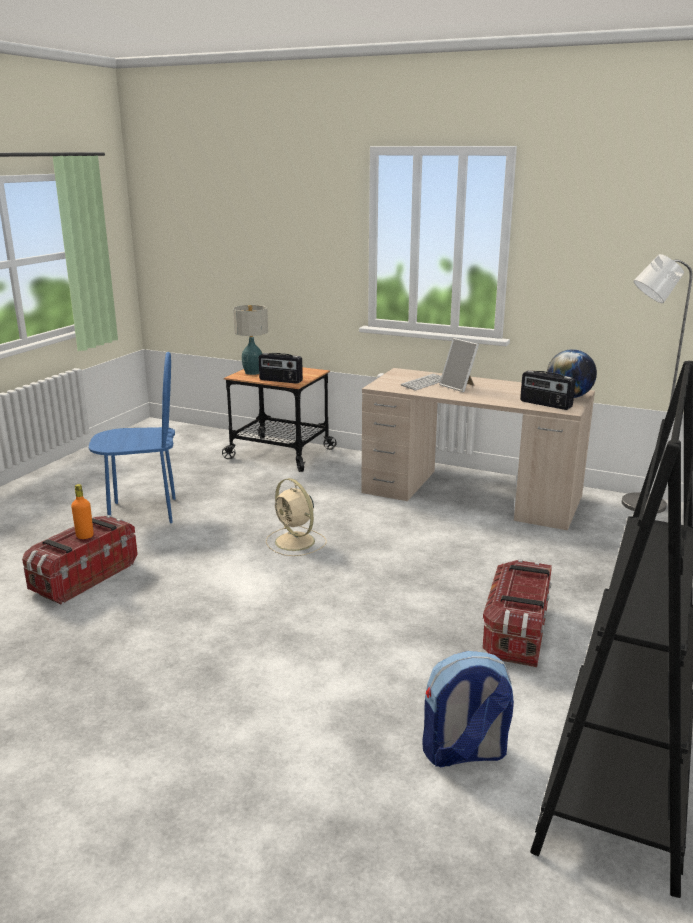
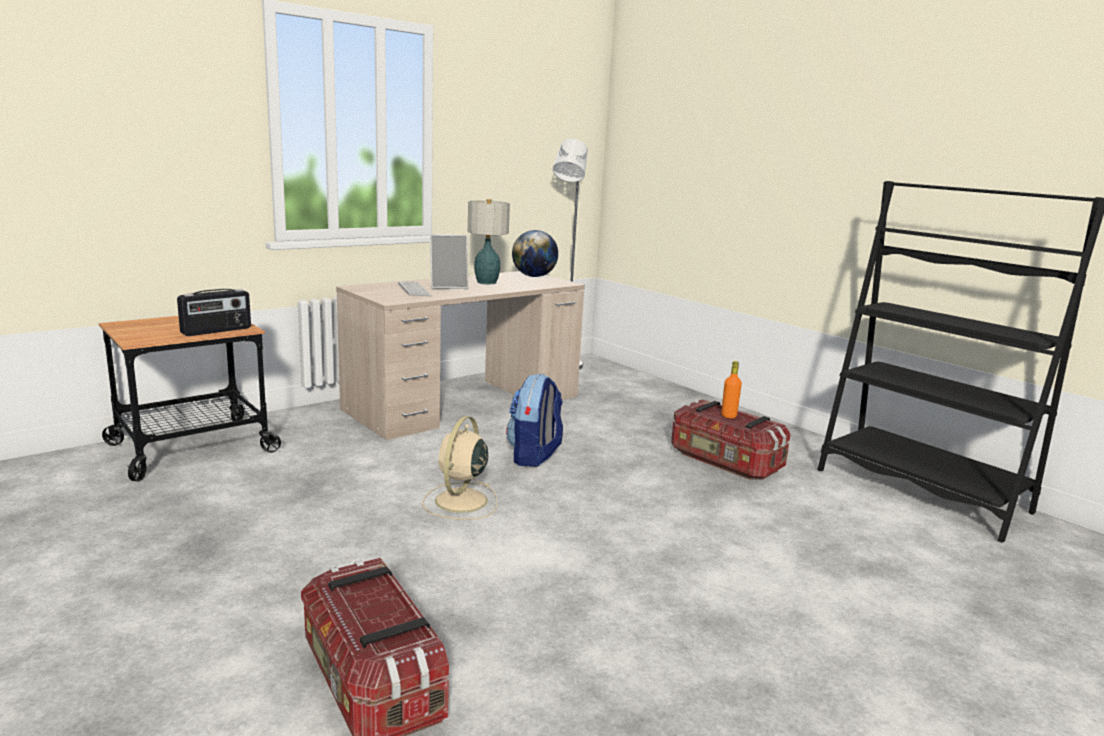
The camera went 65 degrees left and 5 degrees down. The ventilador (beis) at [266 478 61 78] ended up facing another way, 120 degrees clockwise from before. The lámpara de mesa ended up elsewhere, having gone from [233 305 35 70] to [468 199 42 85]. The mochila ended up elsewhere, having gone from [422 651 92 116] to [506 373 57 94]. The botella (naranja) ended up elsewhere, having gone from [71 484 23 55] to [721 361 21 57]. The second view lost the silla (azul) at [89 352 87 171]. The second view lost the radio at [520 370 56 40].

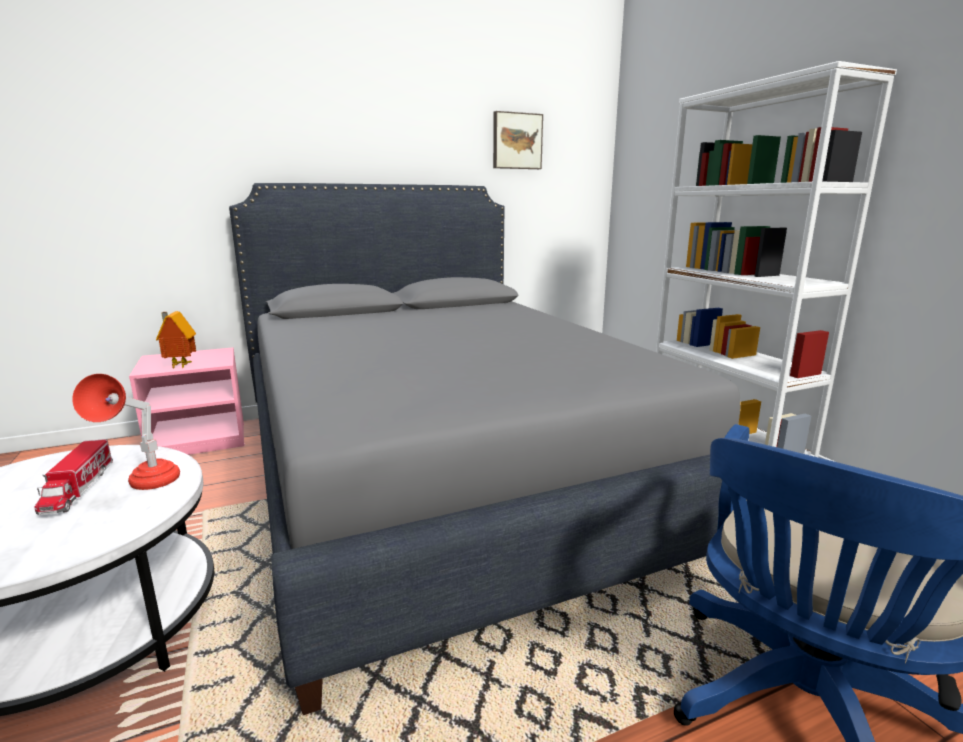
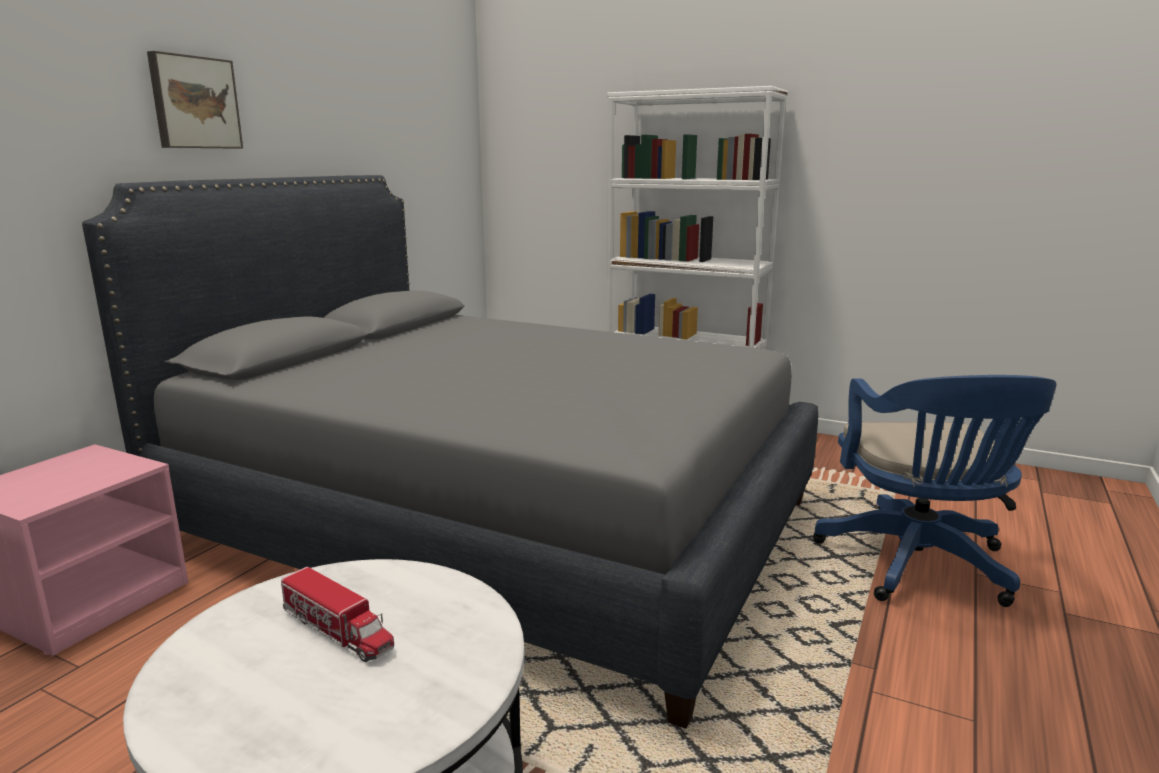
The camera went 40 degrees left and 0 degrees up. The cuadro ended up elsewhere, having gone from [493 111 50 58] to [147 51 96 98]. The second view lost the lámpara de mesa (rojo) at [72 374 108 116]. The second view lost the casita at [156 311 40 57].

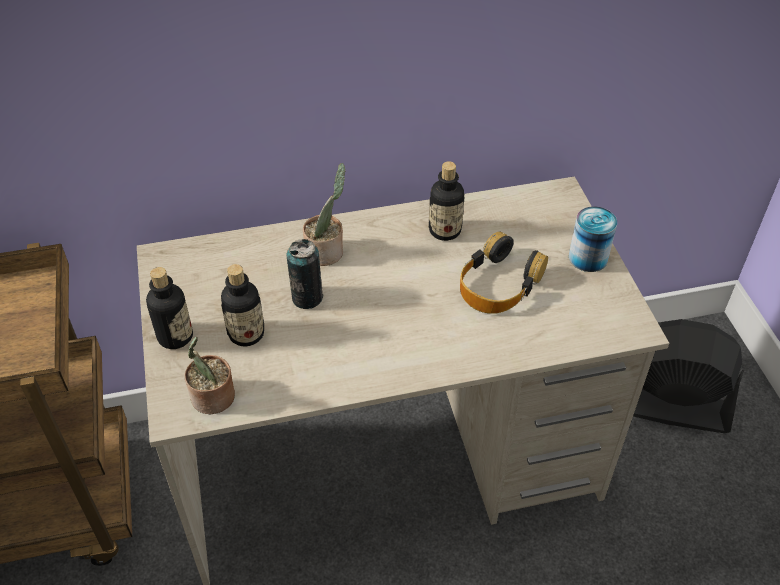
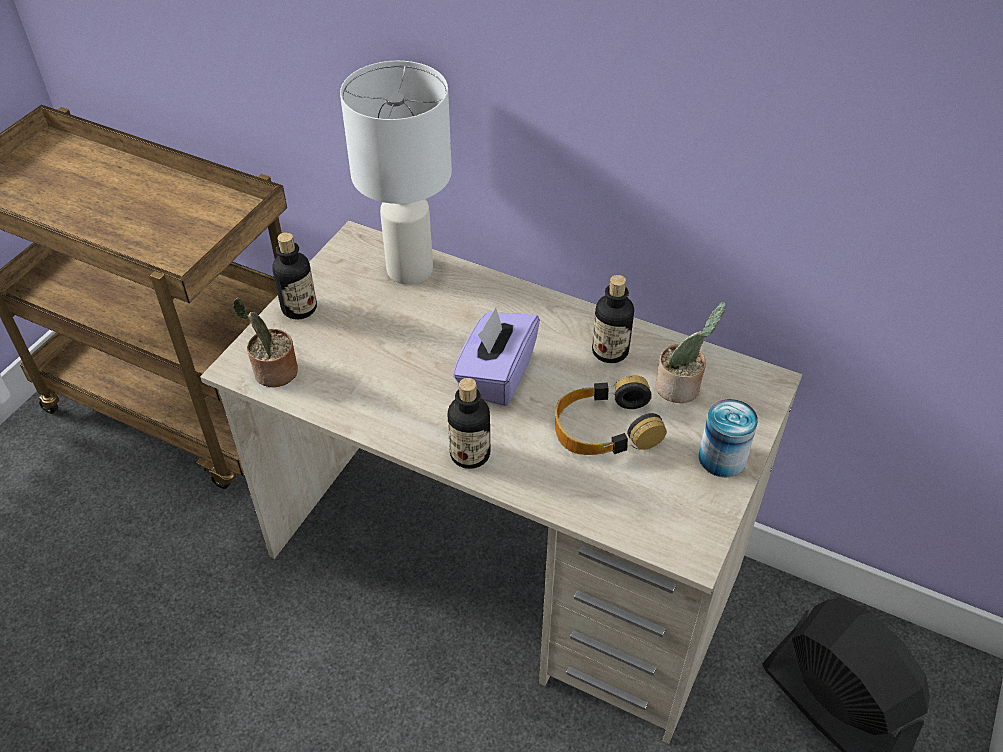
The camera went 40 degrees right and 0 degrees up. The second view gained the lámpara de mesa (blanco) at [340 61 112 224]. The botella ended up elsewhere, having gone from [221 264 43 82] to [447 378 43 91]. The second view gained the caja de pañuelos (morado) at [453 307 87 99]. The planta en maceta ended up elsewhere, having gone from [303 163 42 103] to [656 302 70 101]. The second view lost the lata at [286 239 37 70].

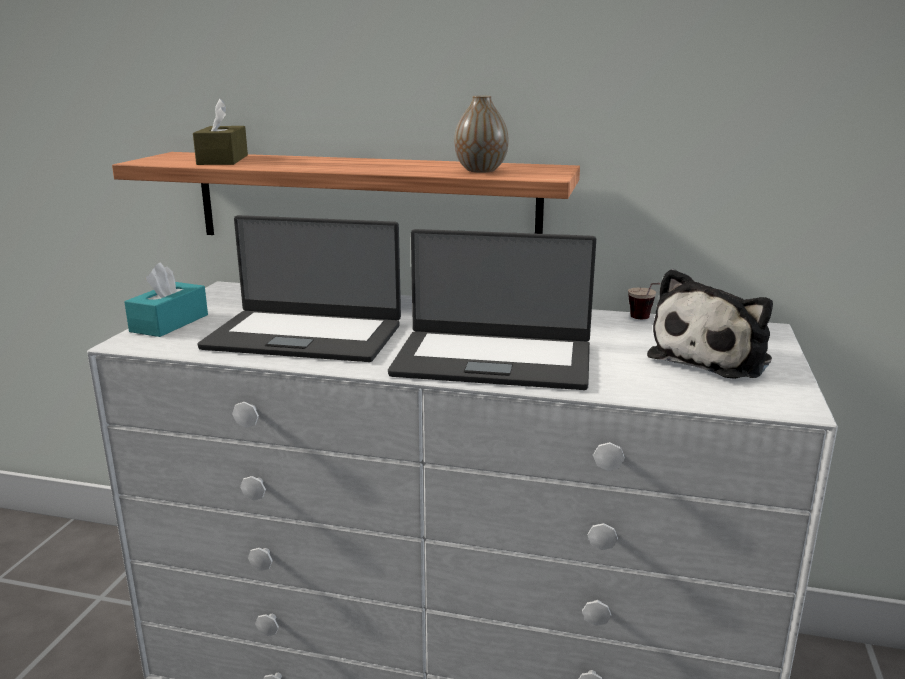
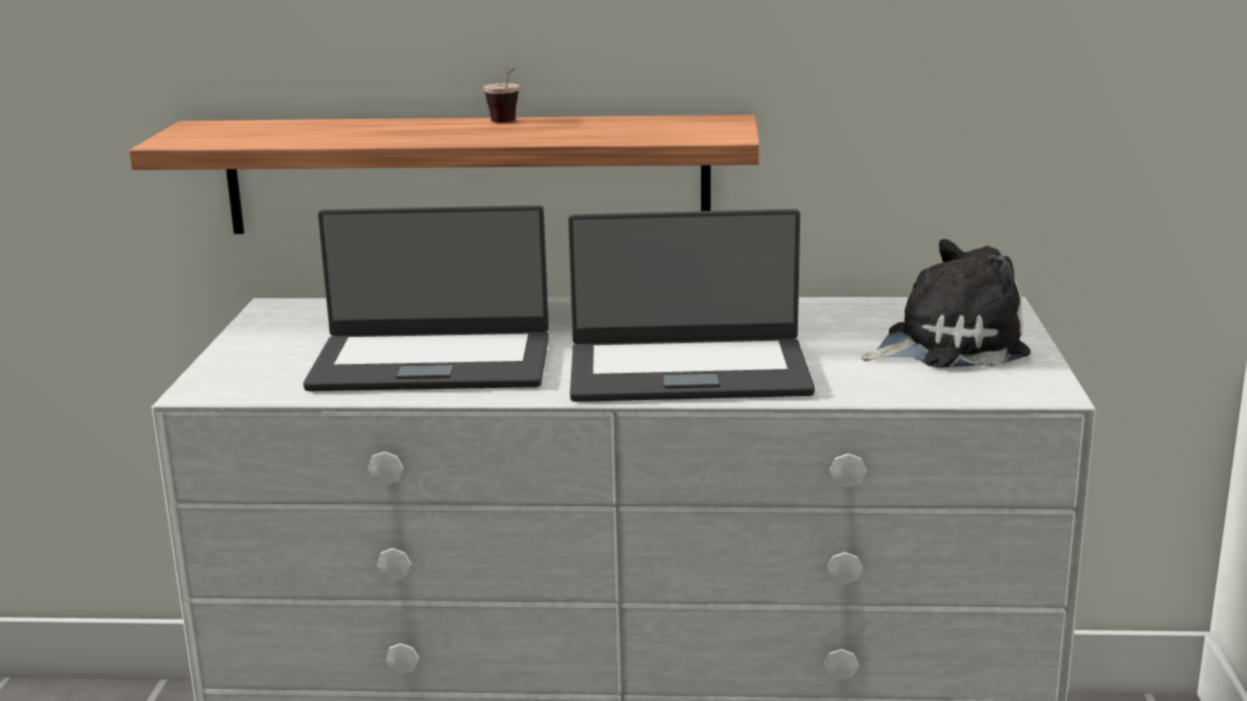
The camera went 10 degrees left and 0 degrees up. The taza ended up elsewhere, having gone from [628 283 32 36] to [483 68 36 55]. The peluche at [647 269 126 110] ended up facing another way, 135 degrees counterclockwise from before. The second view lost the caja de pañuelos (turquesa) at [125 263 83 74]. The second view lost the caja de pañuelos (marrón) at [193 99 55 66]. The second view lost the florero at [454 96 55 77].

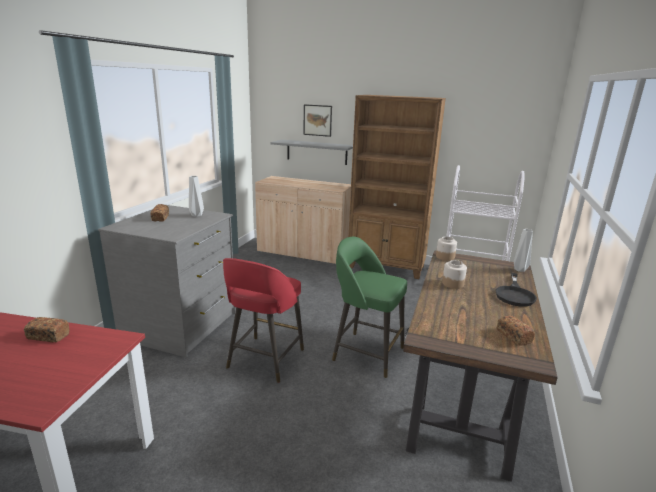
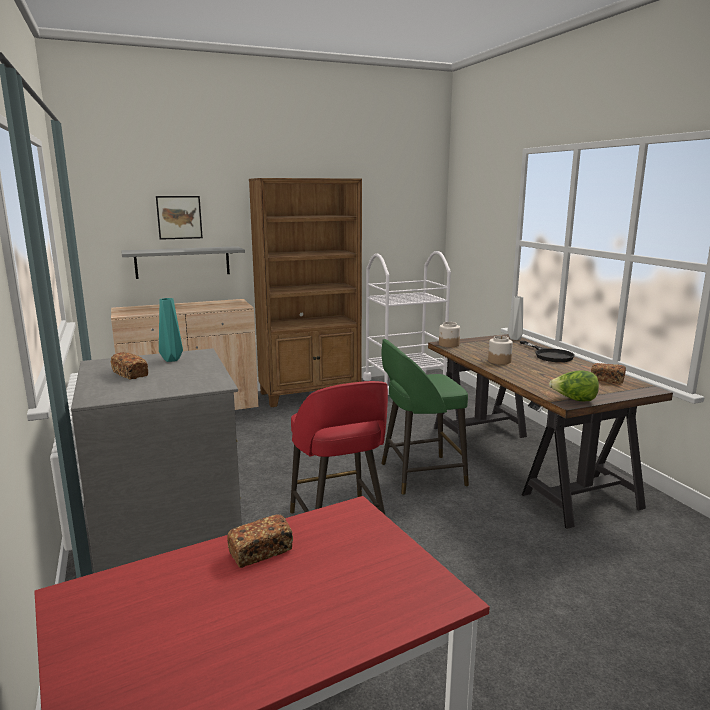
The camera went 40 degrees left and 5 degrees down. What was the florero (gris) at [189 176 15 41] turned into the florero (turquesa) at [159 298 24 64]. The second view gained the lechuga at [549 370 50 31].

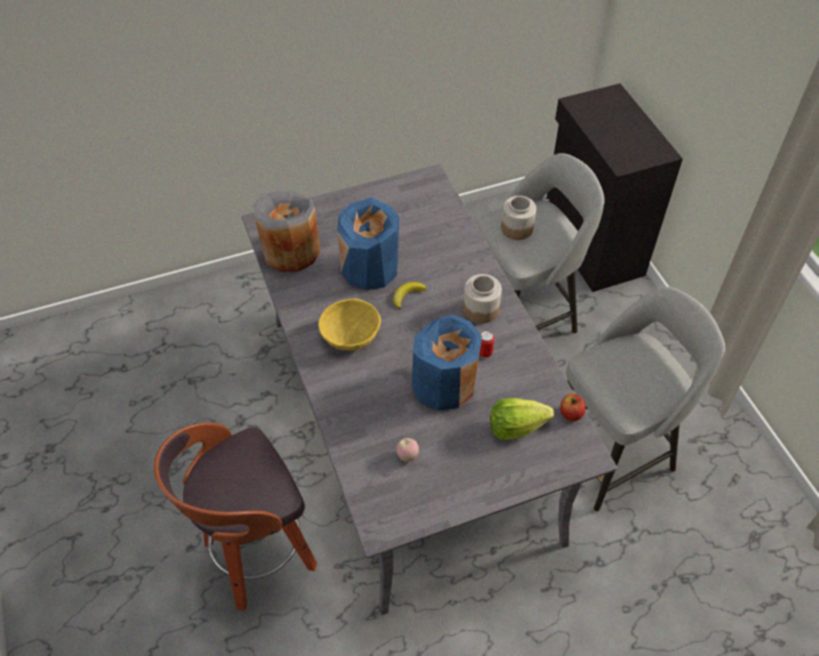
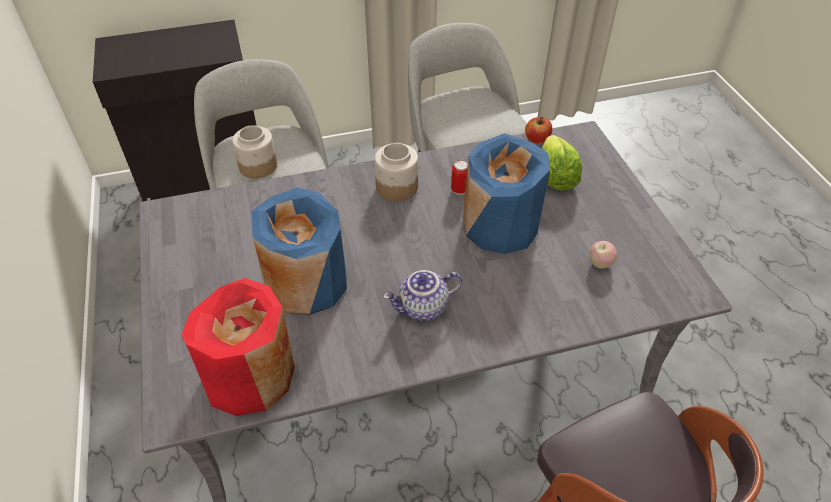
The camera went 85 degrees left and 5 degrees down. What was the florero (gris) at [253 191 68 81] turned into the florero (rojo) at [182 278 113 138]. Where the cuenco (amarillo) stood at [318 299 63 52], the tetera came to stand at [383 270 79 51]. The second view lost the plátano at [393 282 33 27].

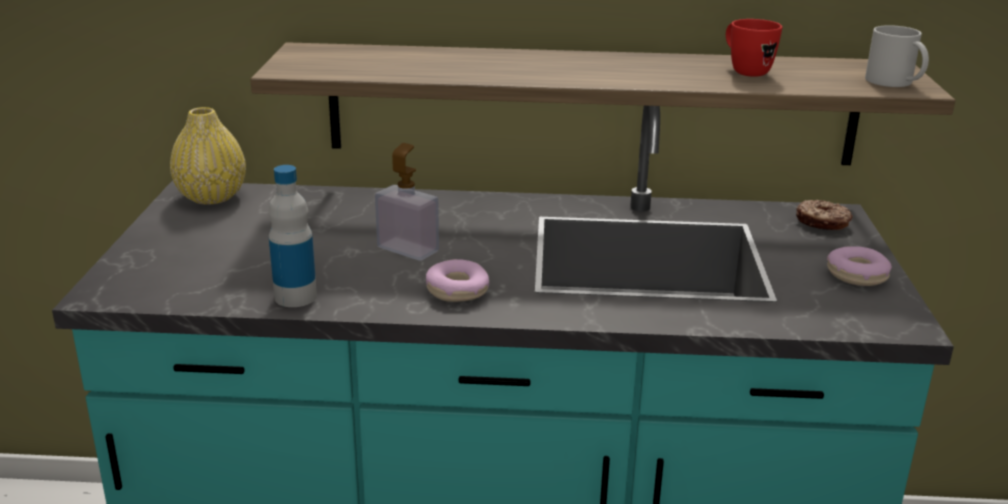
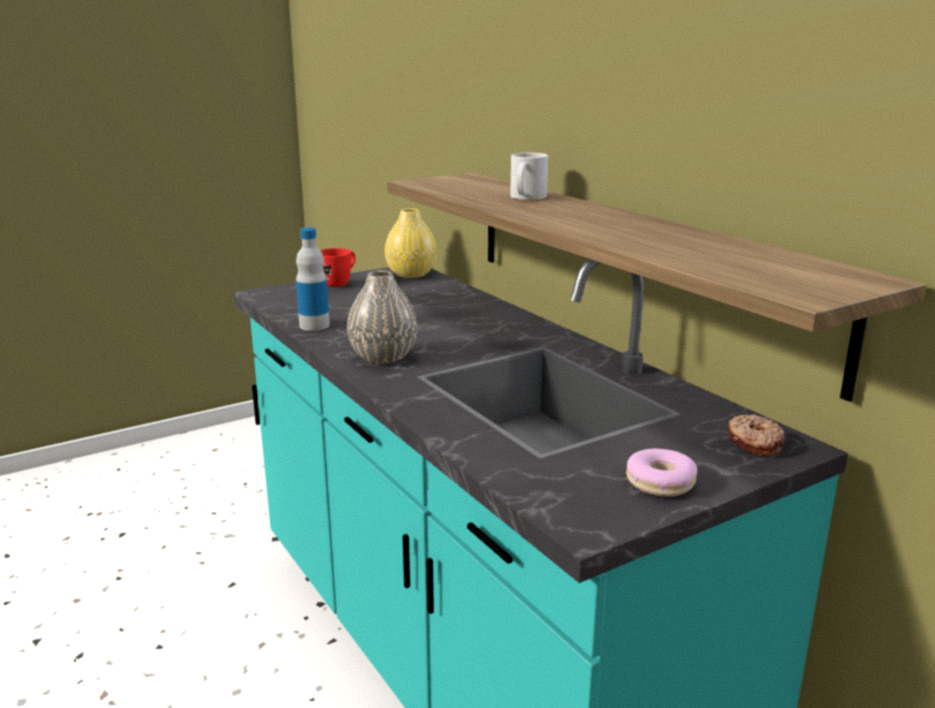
The camera went 55 degrees right and 5 degrees down. The taza grande (rojo) ended up elsewhere, having gone from [726 19 56 58] to [320 248 35 39]. Where the rosquilla stood at [426 259 63 43], the florero (gris) came to stand at [347 270 70 94]. The taza grande (blanco) ended up elsewhere, having gone from [865 25 64 62] to [510 153 38 47]. The second view lost the dispensador de jabón at [375 143 64 118].

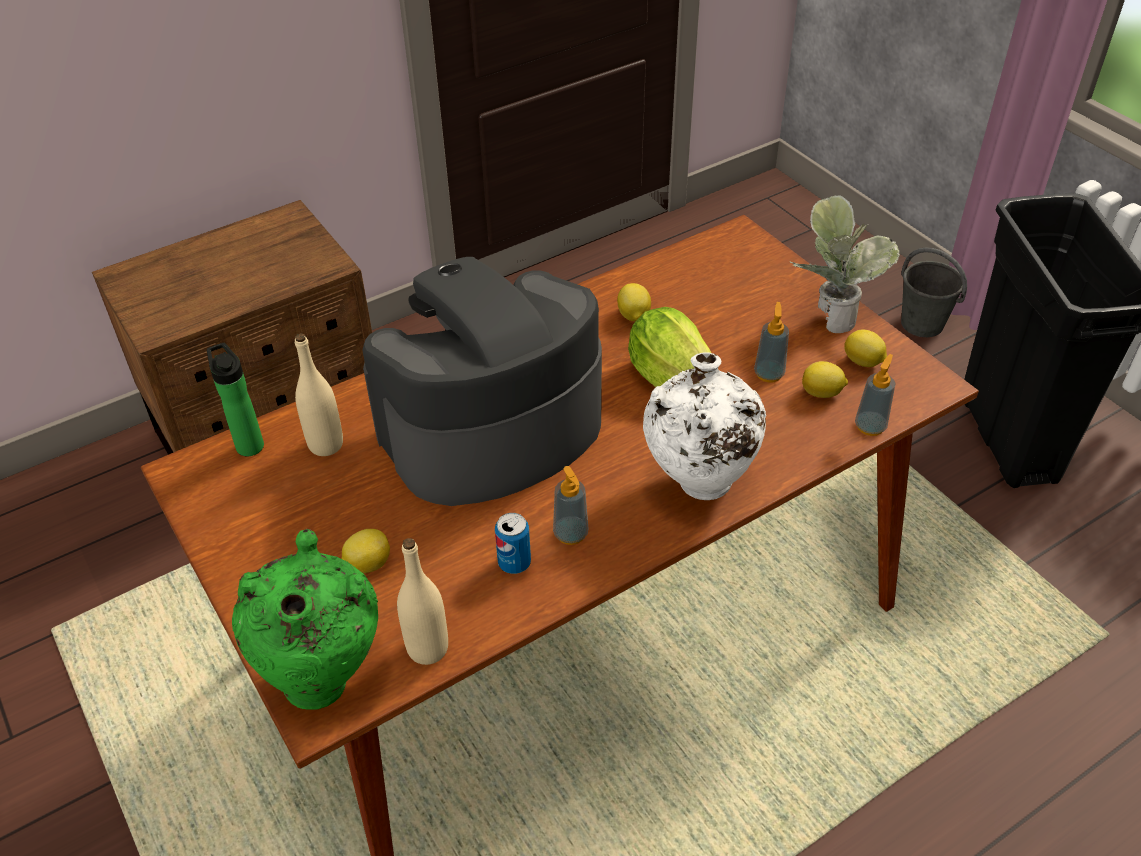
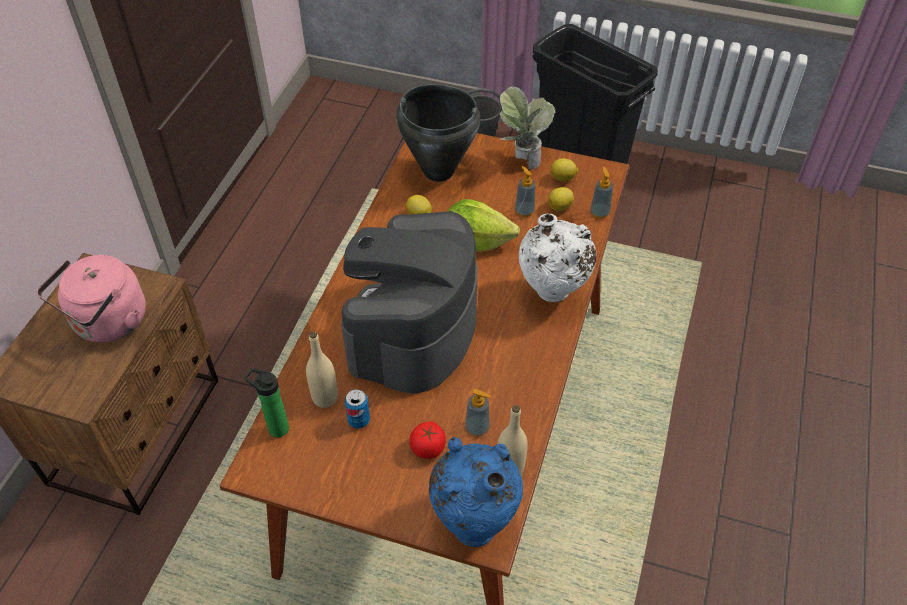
The camera went 40 degrees left and 5 degrees up. The second view gained the hervidor (rosa) at [37 255 109 88]. The lata ended up elsewhere, having gone from [495 513 36 61] to [345 389 25 40]. The second view gained the olla (negro) at [396 84 85 98]. Where the limón stood at [341 529 49 44], the tomate came to stand at [410 421 36 38]. What was the florero (verde) at [232 529 146 181] turned into the florero (azul) at [429 437 94 110]. The dispensador de jabón ended up elsewhere, having gone from [553 466 36 79] to [465 389 26 47].

